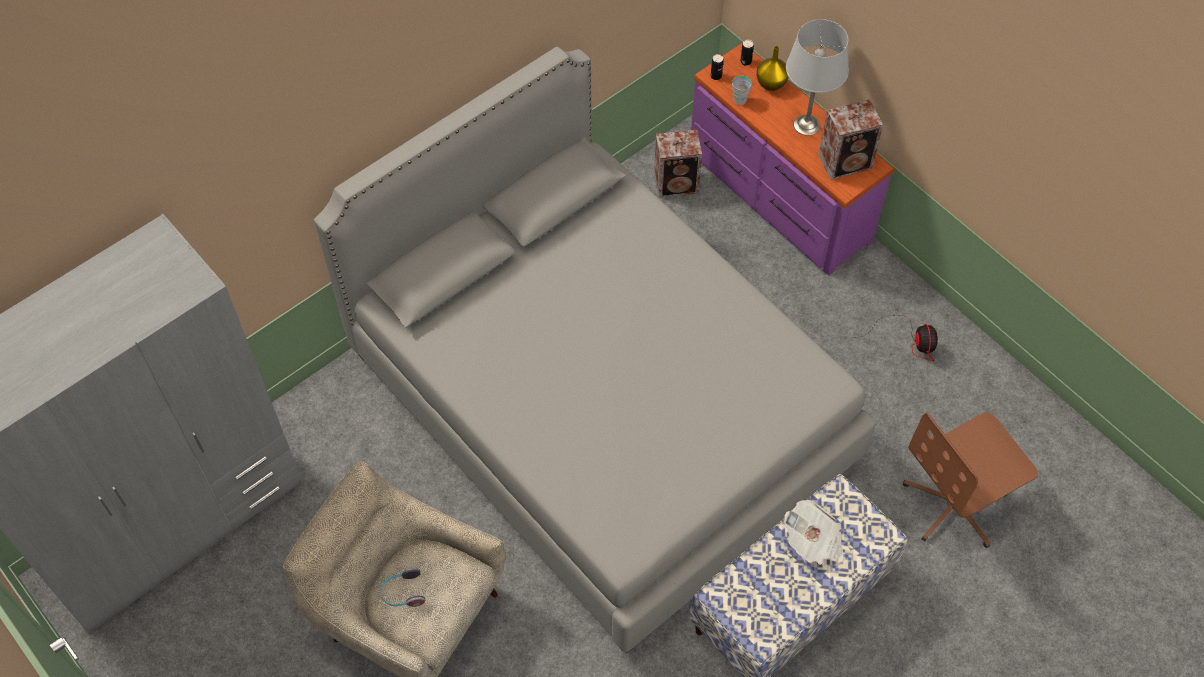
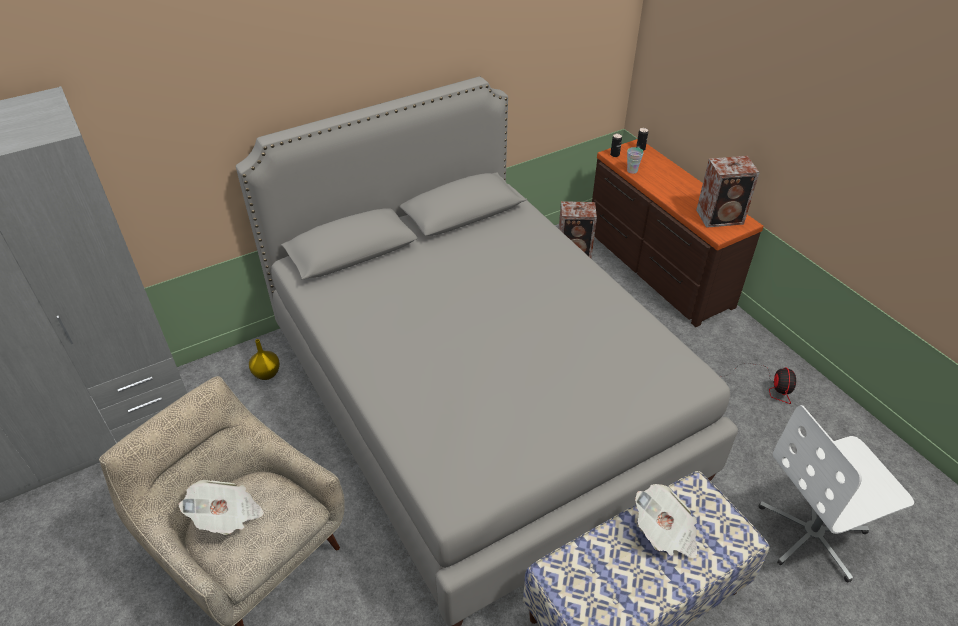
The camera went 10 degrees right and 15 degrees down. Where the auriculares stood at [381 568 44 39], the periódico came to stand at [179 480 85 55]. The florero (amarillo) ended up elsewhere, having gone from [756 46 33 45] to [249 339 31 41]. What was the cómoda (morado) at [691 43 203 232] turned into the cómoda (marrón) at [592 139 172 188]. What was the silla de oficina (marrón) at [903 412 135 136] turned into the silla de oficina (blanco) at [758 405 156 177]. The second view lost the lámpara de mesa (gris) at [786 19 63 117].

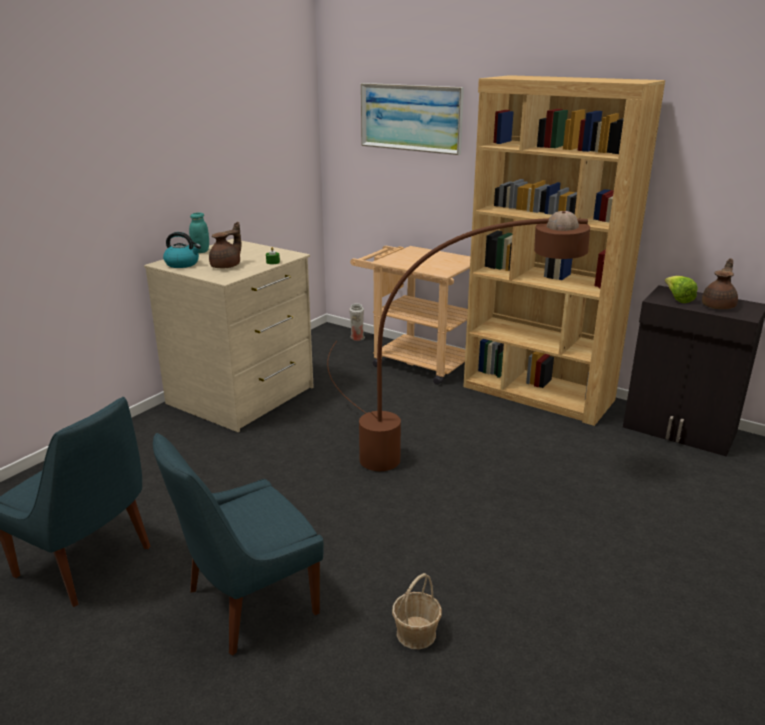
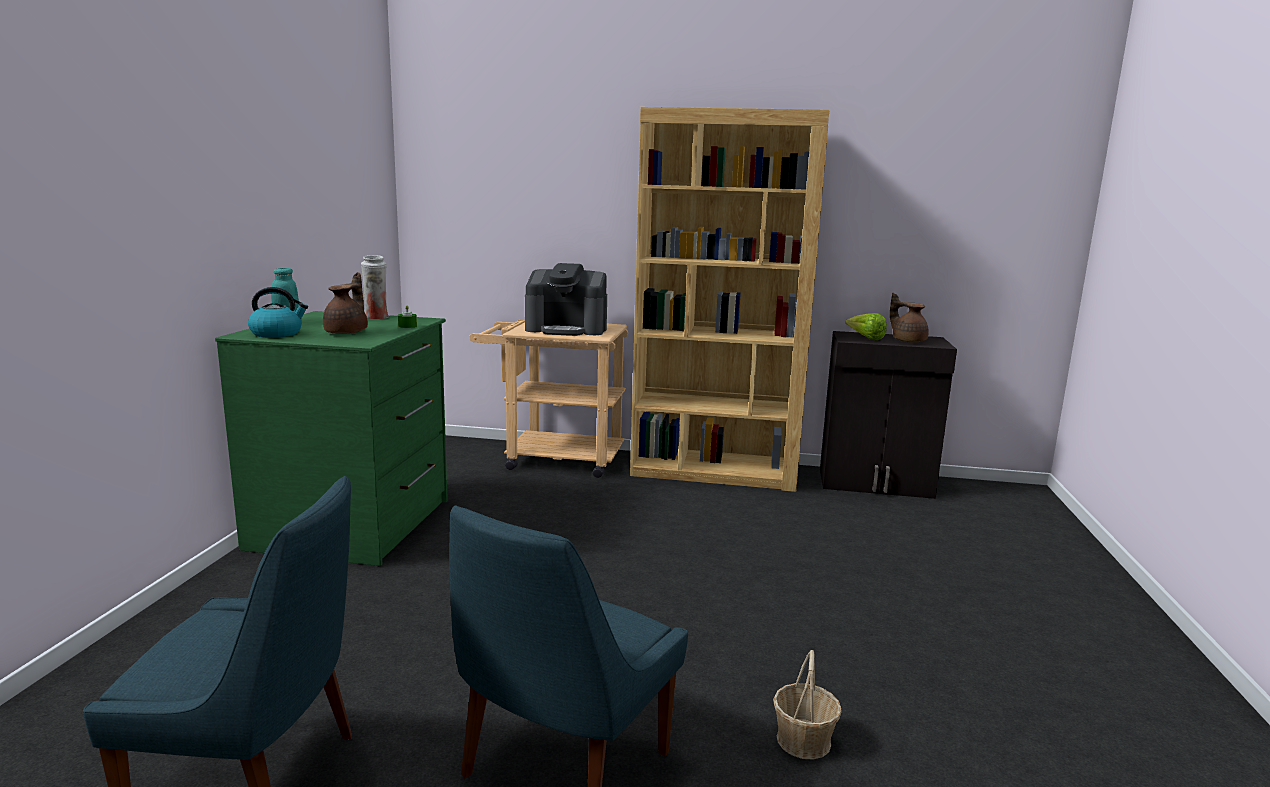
The camera went 25 degrees left and 10 degrees down. What was the cómoda (beis) at [144 239 170 193] turned into the cómoda (verde) at [215 311 233 255]. The florero (blanco) ended up elsewhere, having gone from [349 303 16 38] to [361 255 28 64]. The second view gained the cafetera at [525 263 82 73]. The tetera (marrón) at [702 258 36 51] ended up facing another way, 45 degrees counterclockwise from before. The second view lost the lámpara de pie (marrón) at [327 211 263 260]. The second view lost the cuadro at [361 83 103 72].

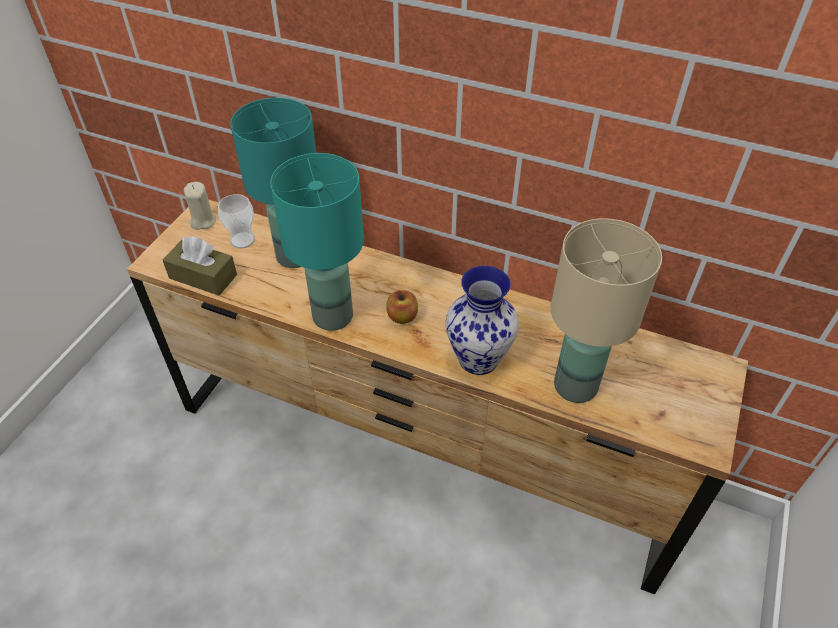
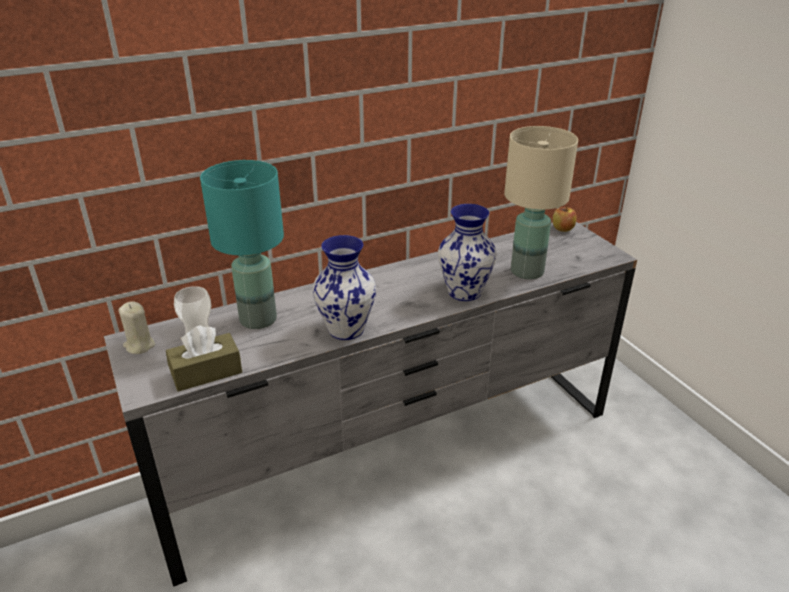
The camera went 50 degrees left and 15 degrees down. What was the cómoda (marrón) at [127 199 621 396] turned into the cómoda (gris) at [104 222 533 365]. Where the lámpara de mesa (turquesa) stood at [270 153 94 178], the florero came to stand at [313 235 63 105]. The manzana ended up elsewhere, having gone from [386 290 32 34] to [553 207 24 25].

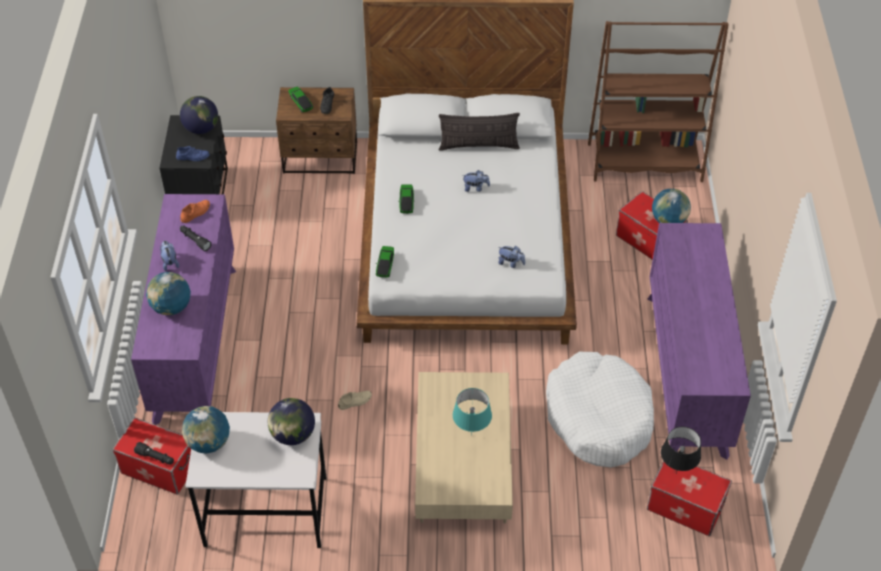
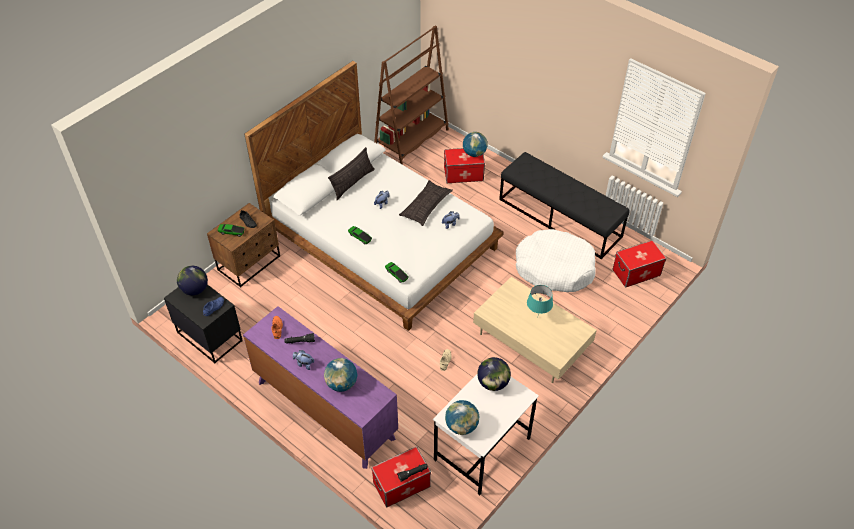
The camera went 50 degrees left and 0 degrees up. The second view gained the cojín at [399 180 54 46]. Where the cómoda (morado) stood at [647 223 104 237], the banco (negro) came to stand at [499 152 130 107]. The second view lost the lámpara de mesa (negro) at [661 427 40 46].

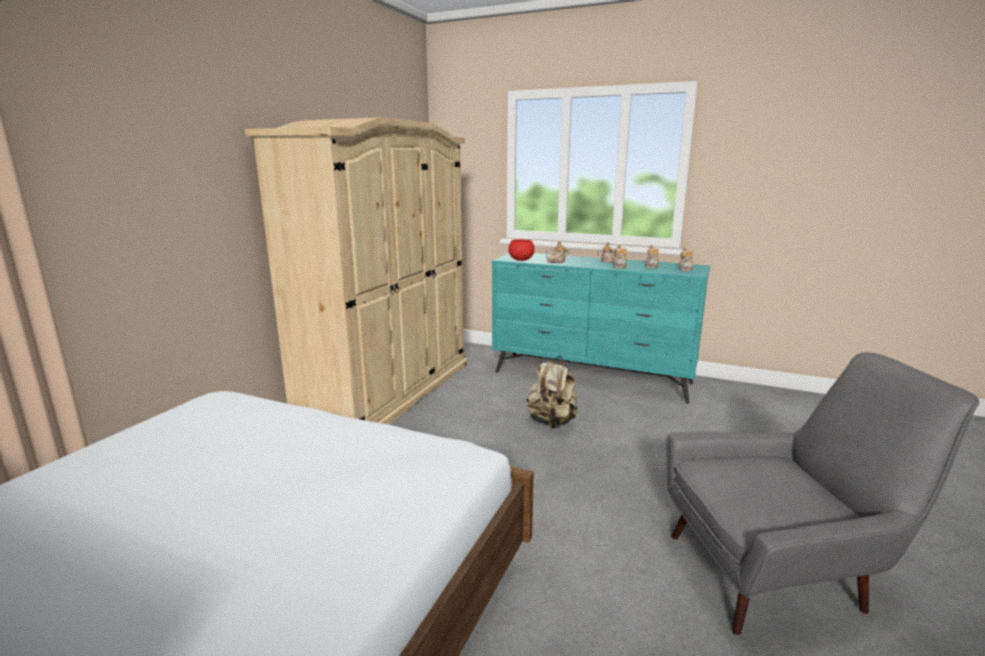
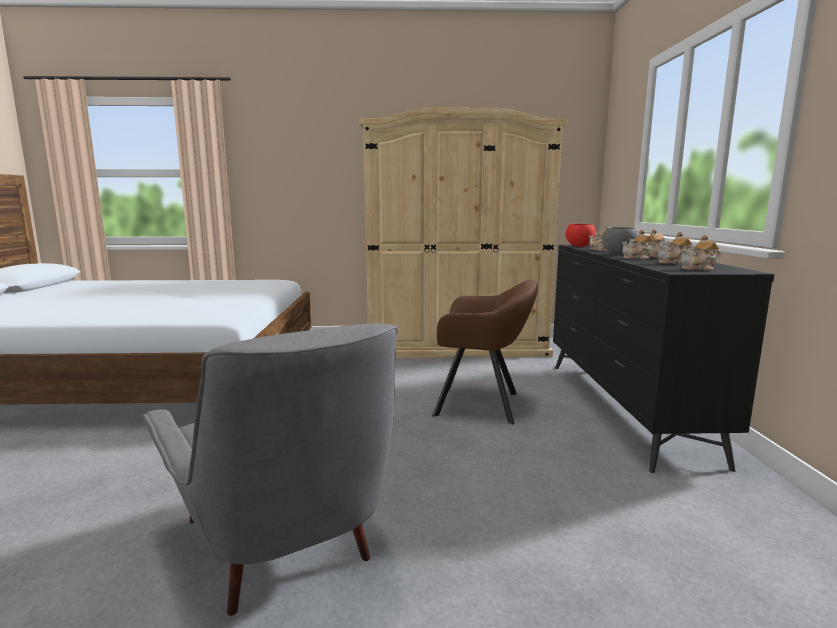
The camera went 65 degrees right and 5 degrees down. Where the mochila (beis) stood at [527 356 51 72], the sillón (marrón) came to stand at [432 280 106 144]. What was the cómoda (turquesa) at [492 253 218 151] turned into the cómoda (negro) at [553 245 222 228]. The second view gained the cuenco (gris) at [602 227 36 27].

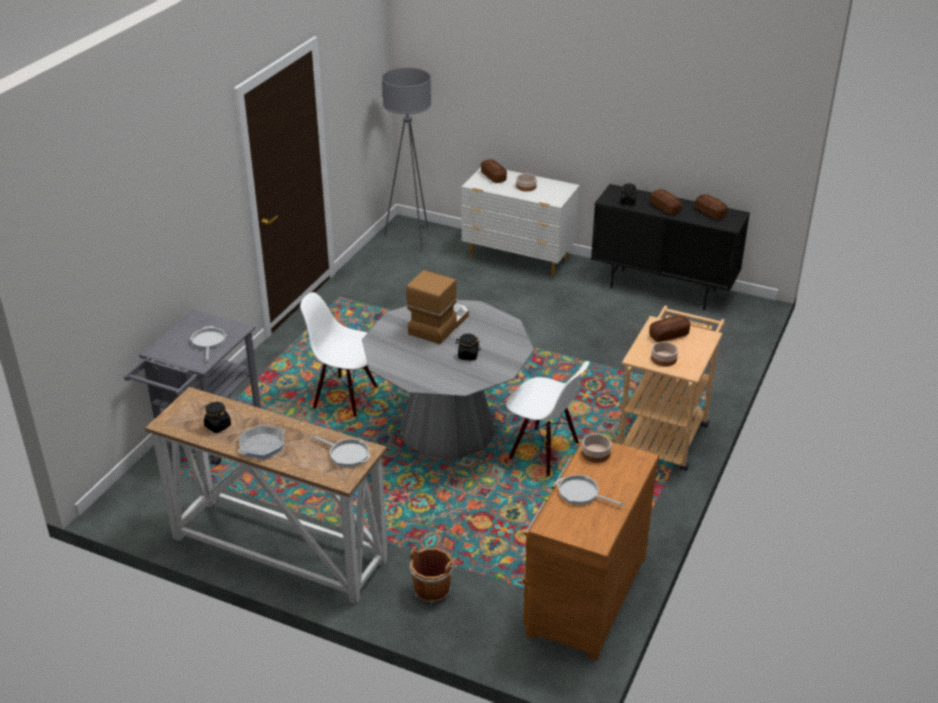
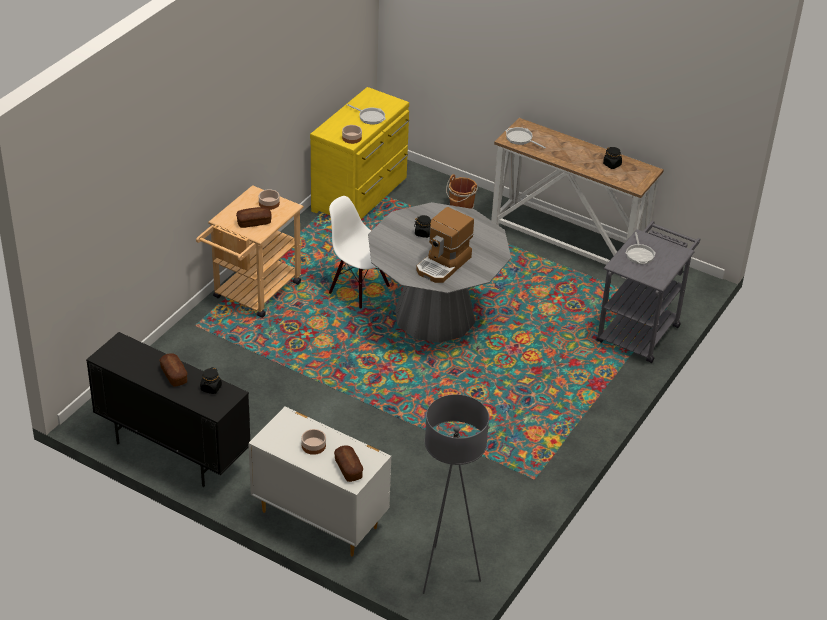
The camera went 175 degrees left and 5 degrees up. What was the cómoda (marrón) at [522 442 137 219] turned into the cómoda (amarillo) at [310 87 99 132]. The second view lost the sartén at [238 425 47 34]. The second view lost the silla (blanco) at [300 292 78 125]. The second view lost the pan at [695 194 33 26].

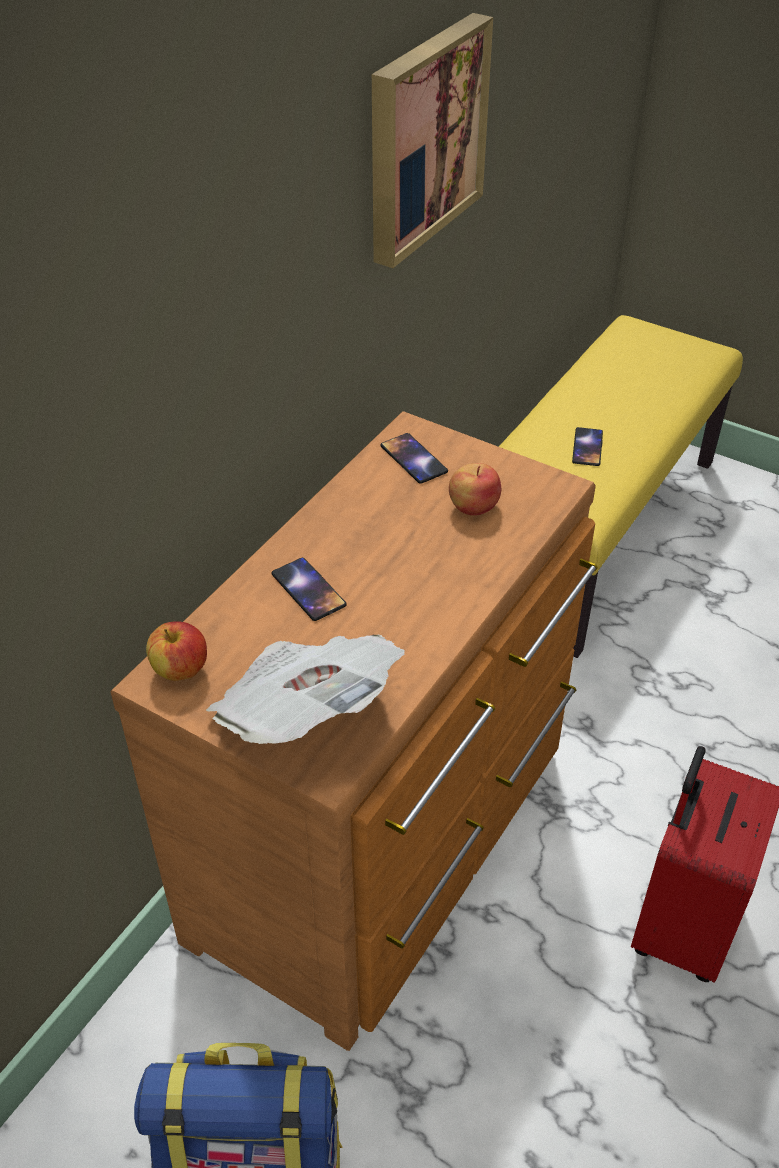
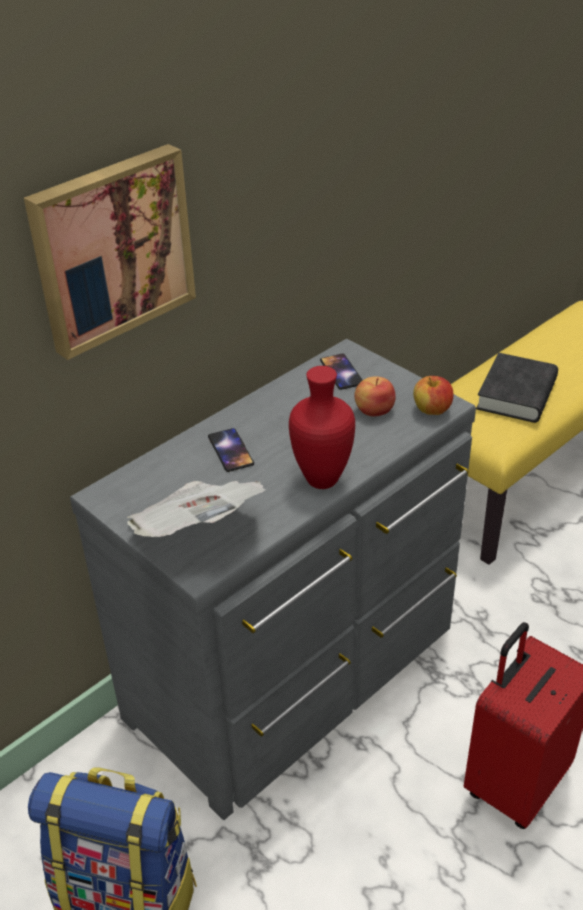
The camera went 15 degrees right and 5 degrees down. The cuadro ended up elsewhere, having gone from [372 13 121 255] to [24 144 172 216]. What was the cómoda (marrón) at [110 411 488 640] turned into the cómoda (gris) at [70 339 406 481]. The second view gained the florero (rojo) at [289 366 66 123]. The manzana ended up elsewhere, having gone from [146 621 61 60] to [413 376 40 39]. Where the móvil stood at [572 427 31 39], the libro (negro) came to stand at [476 353 82 70].

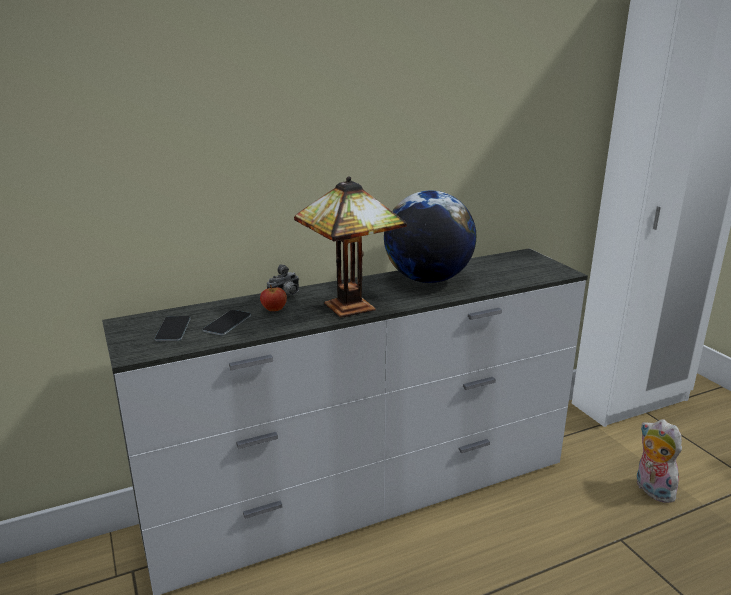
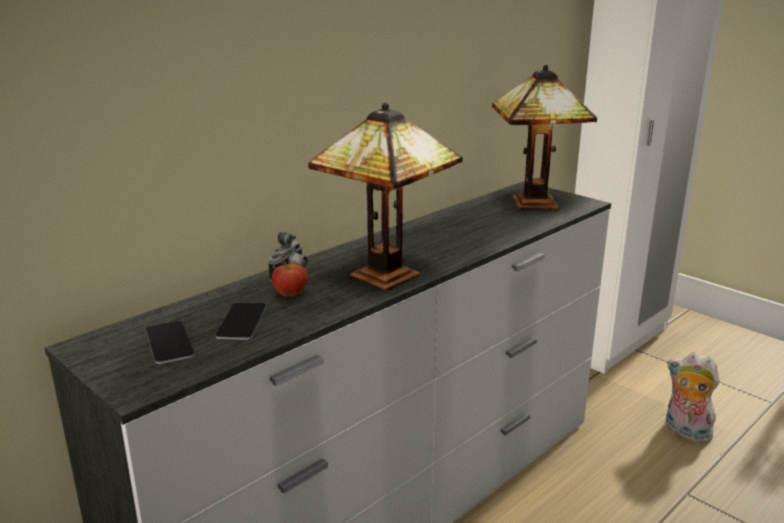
The camera went 20 degrees left and 0 degrees up. The second view gained the lámpara de mesa at [492 65 105 145]. The second view lost the globo terráqueo at [384 191 92 92].

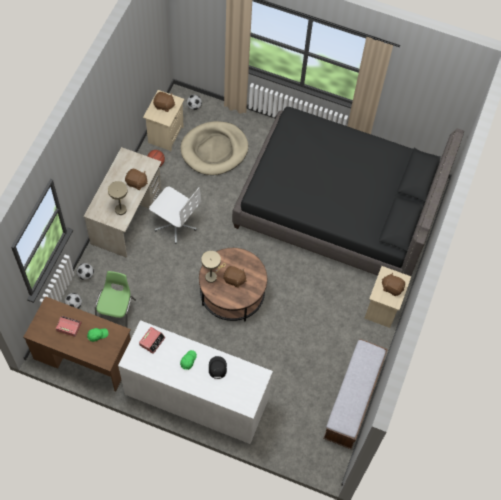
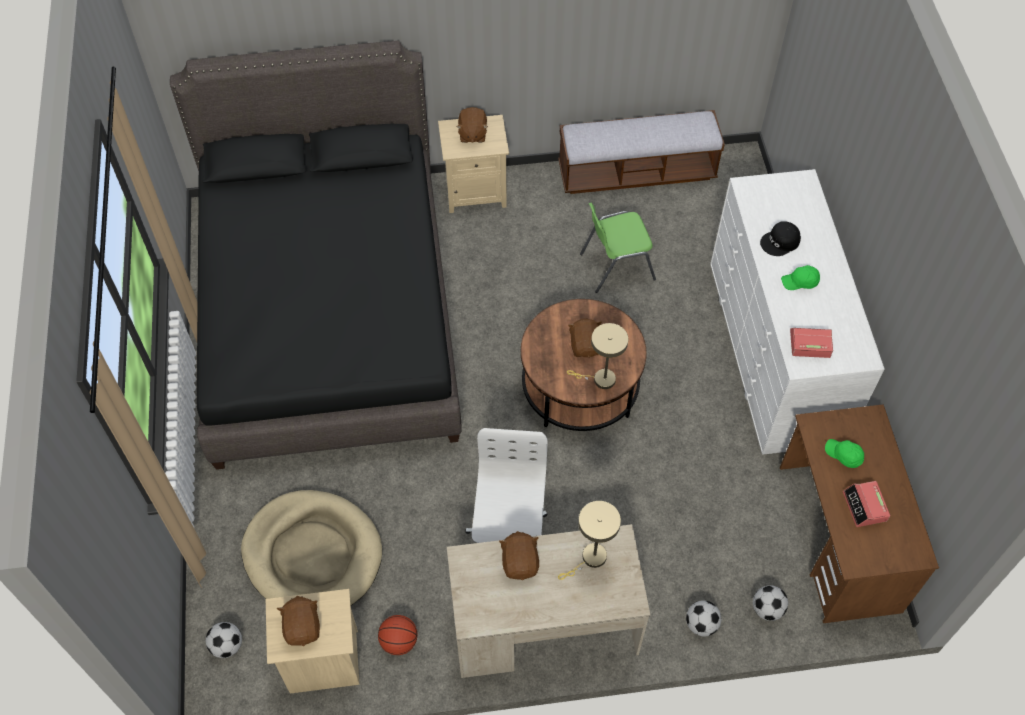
The camera went 115 degrees left and 5 degrees down. The silla (verde) ended up elsewhere, having gone from [95 271 41 56] to [580 203 76 90].

